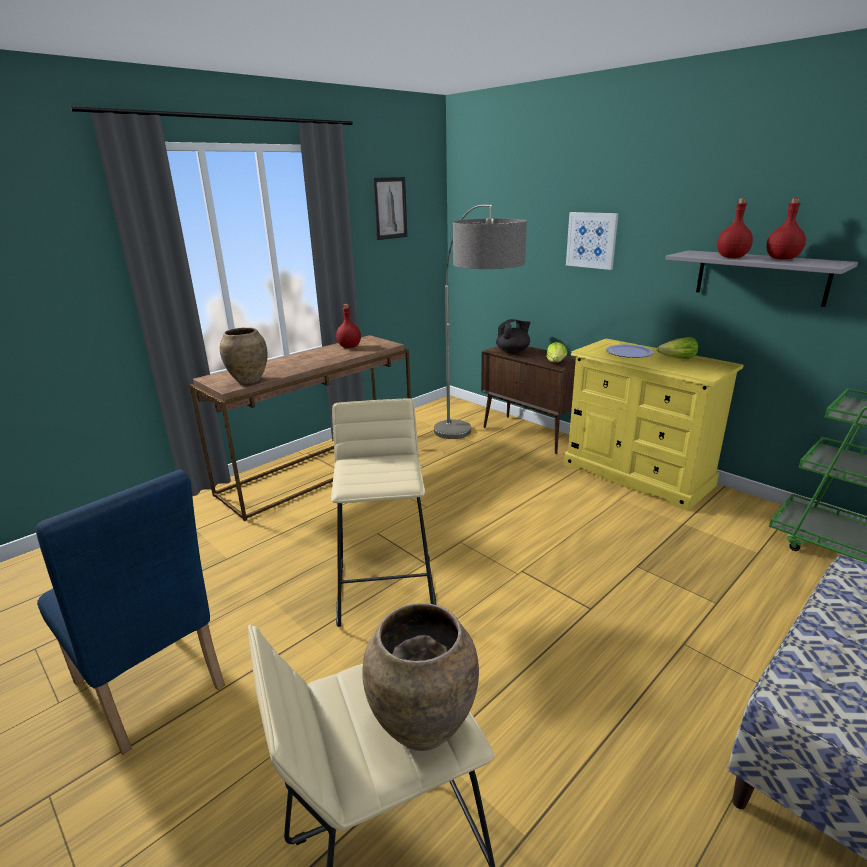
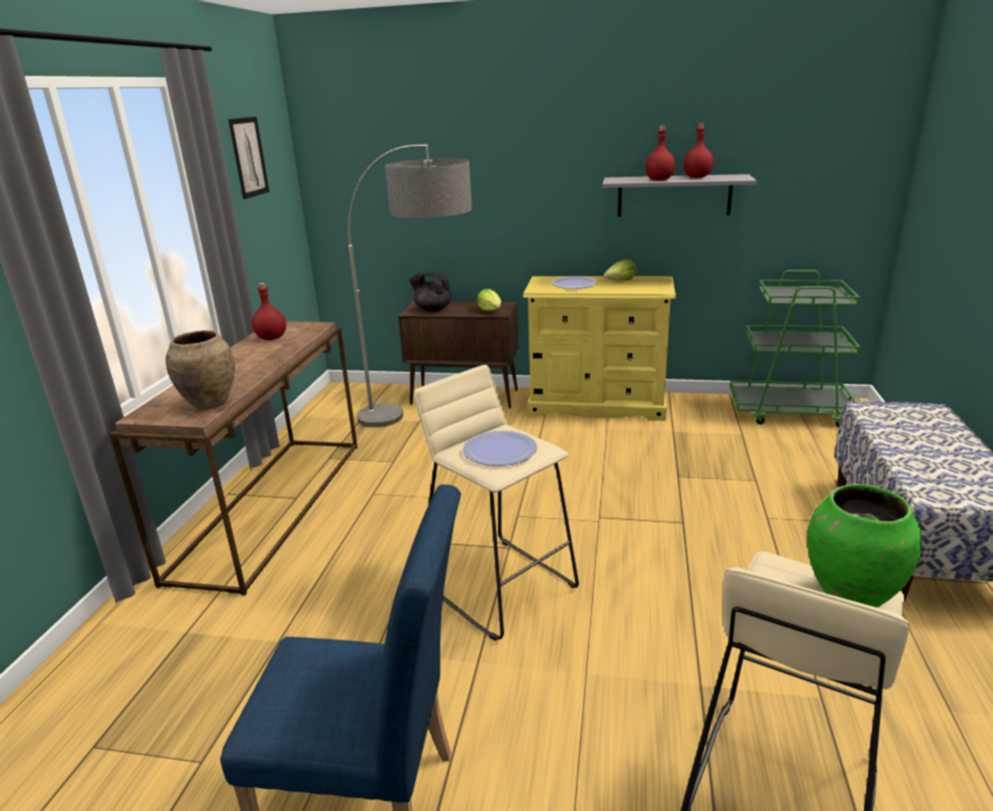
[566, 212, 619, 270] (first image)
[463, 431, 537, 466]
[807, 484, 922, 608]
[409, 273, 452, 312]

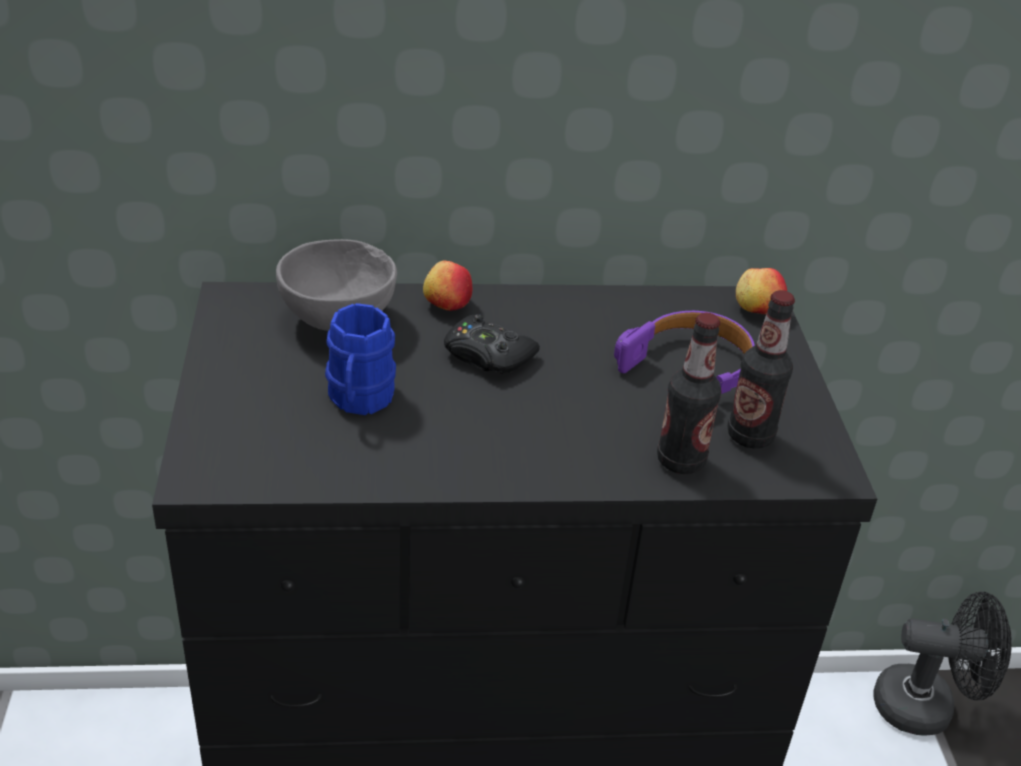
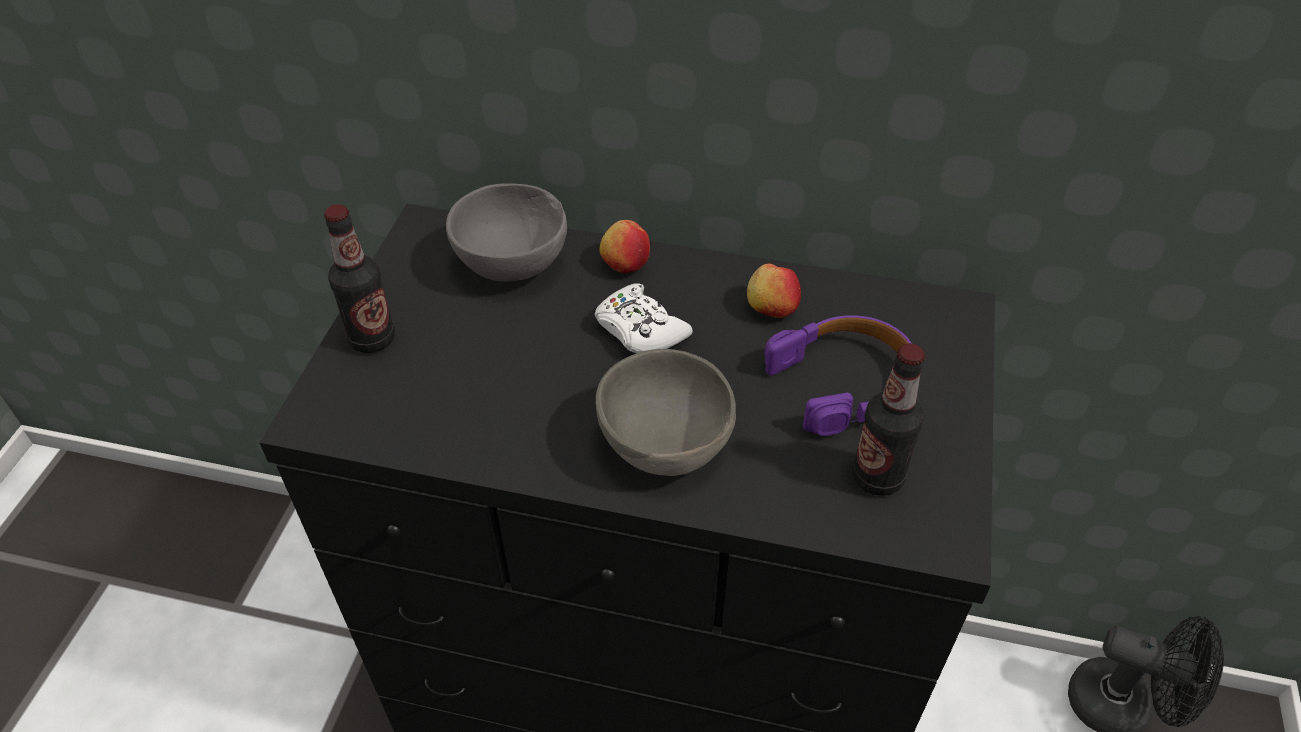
[325, 303, 396, 415] (first image)
[596, 349, 736, 476]
[324, 205, 395, 353]
[747, 264, 801, 318]
[595, 284, 693, 354]

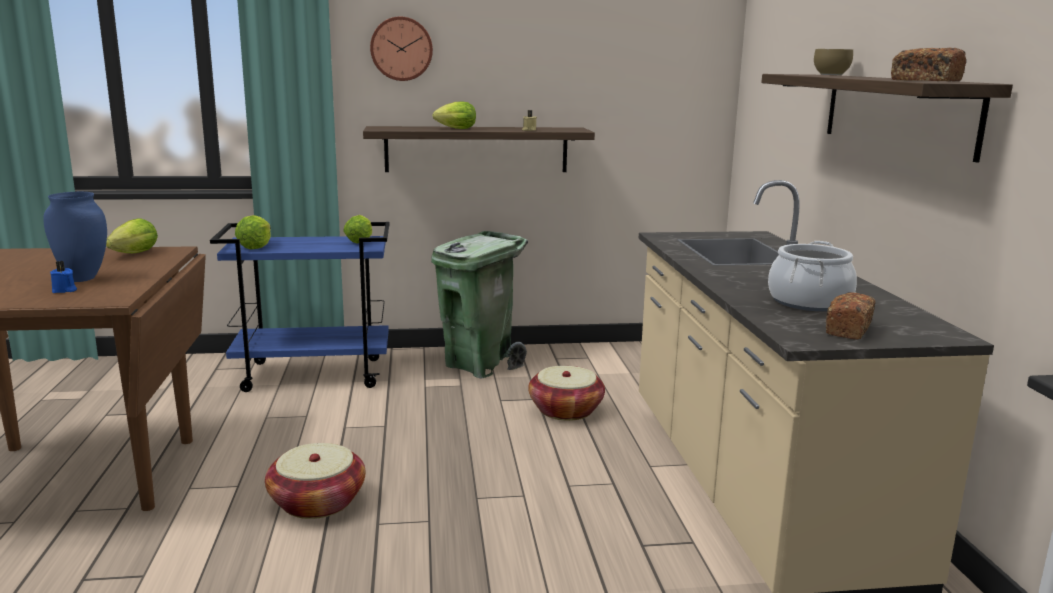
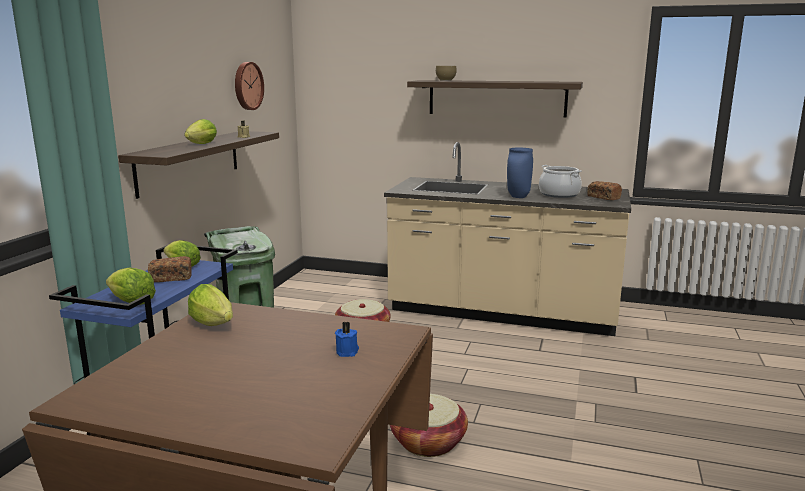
[507, 148, 533, 198]
[235, 62, 264, 110]
[148, 256, 192, 282]

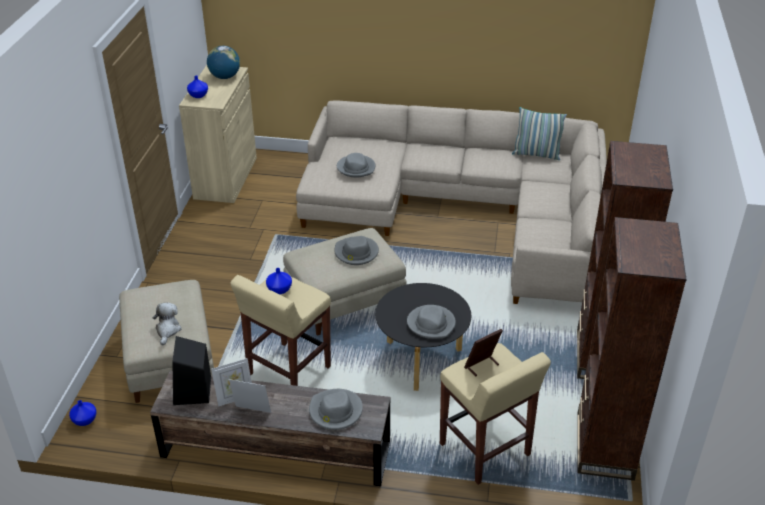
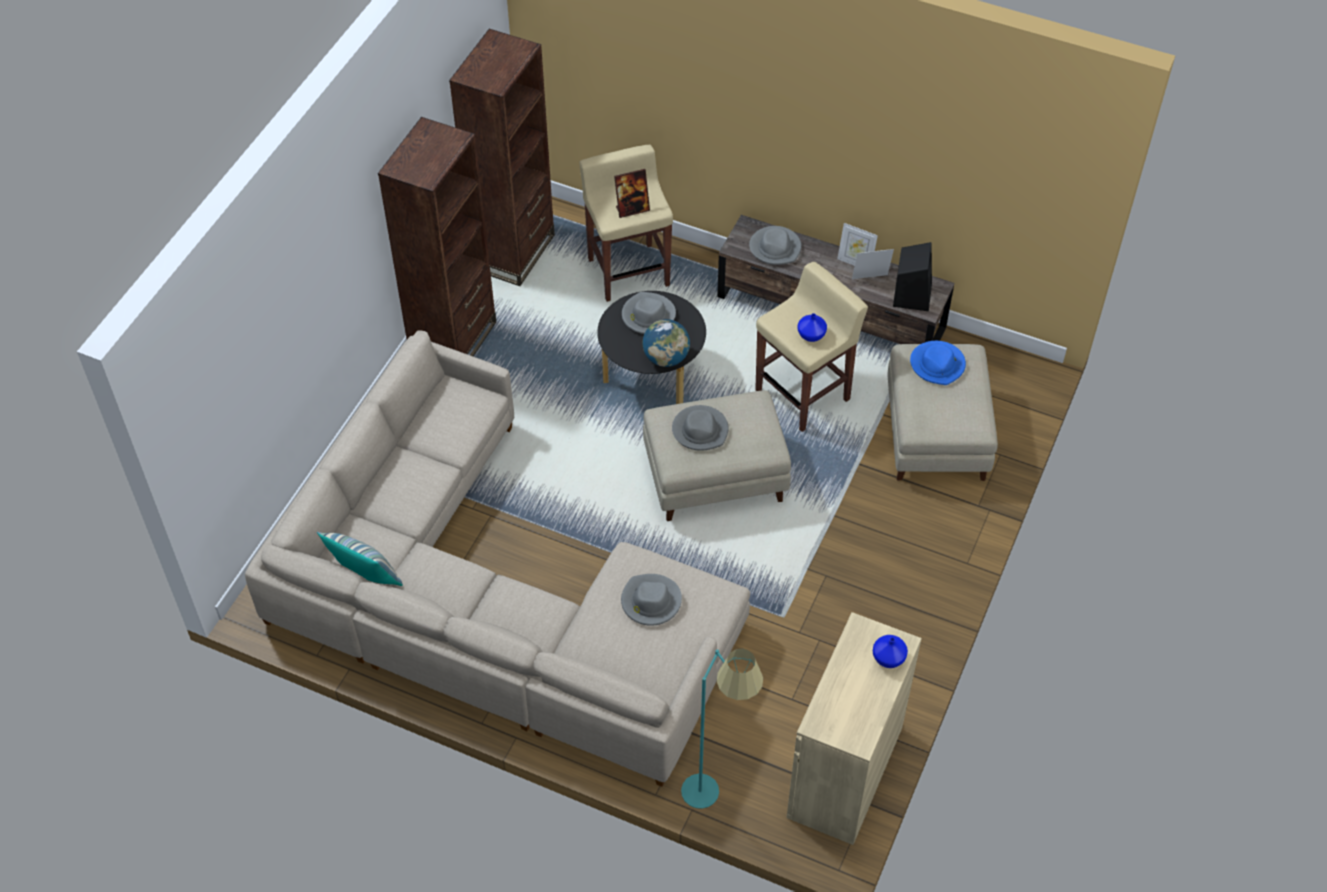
[69, 400, 97, 426] (first image)
[681, 649, 763, 809]
[643, 319, 690, 367]
[910, 341, 966, 385]

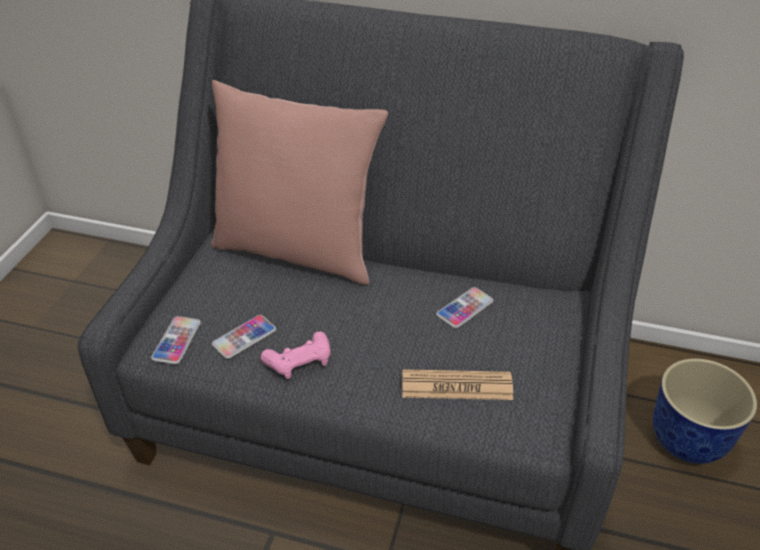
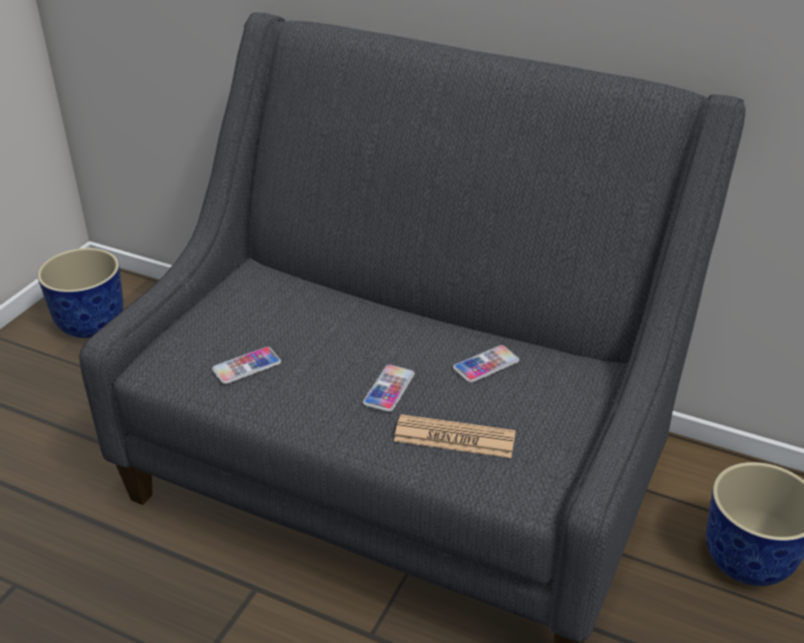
[211, 80, 388, 285] (first image)
[261, 332, 331, 379] (first image)
[37, 248, 123, 338]
[363, 365, 415, 412]

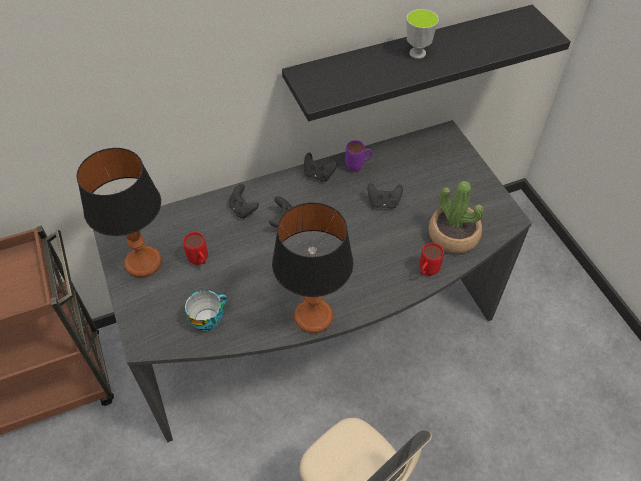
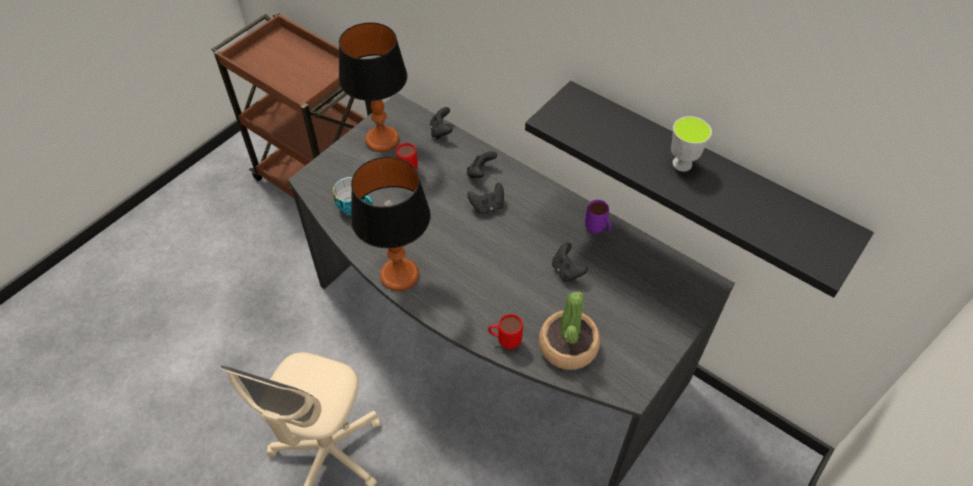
[430, 107, 453, 139]

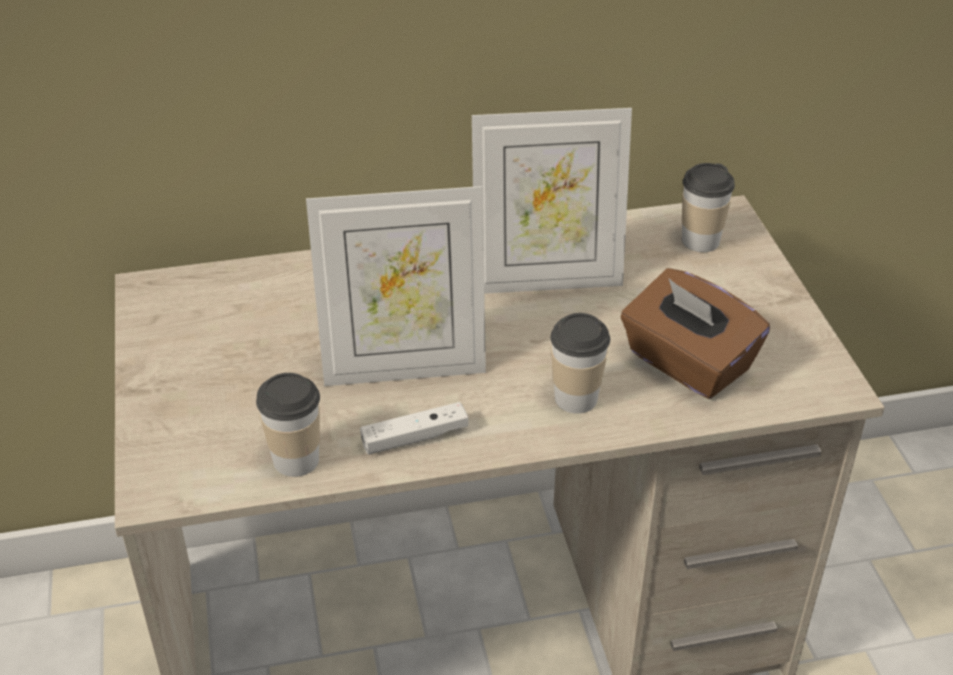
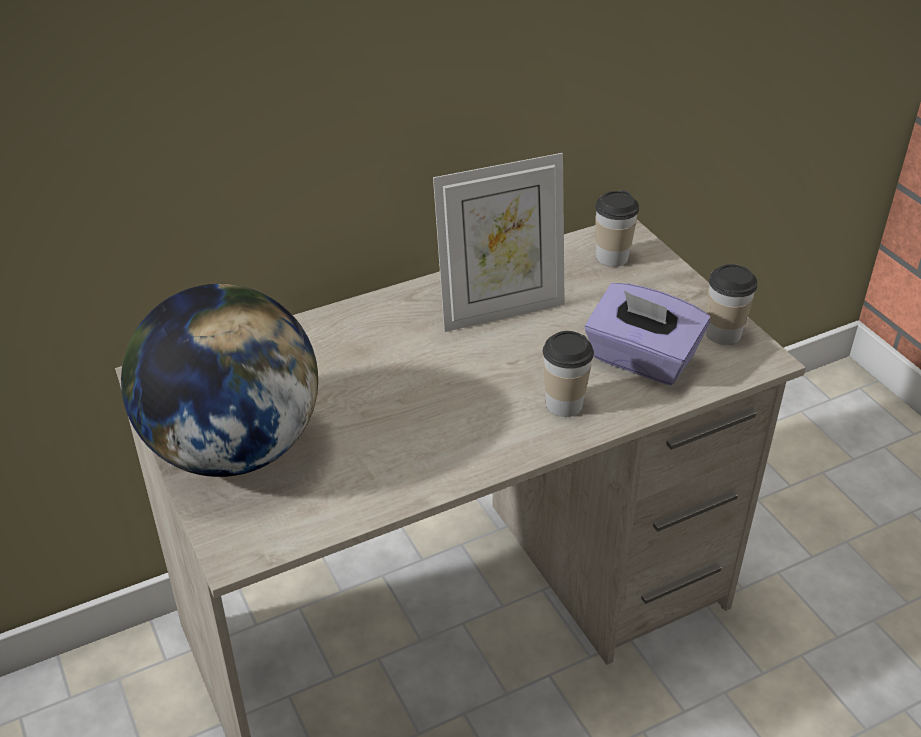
[306, 186, 486, 386] (first image)
[360, 402, 468, 455] (first image)
[121, 284, 318, 477]
[706, 264, 757, 345]
[585, 283, 710, 385]

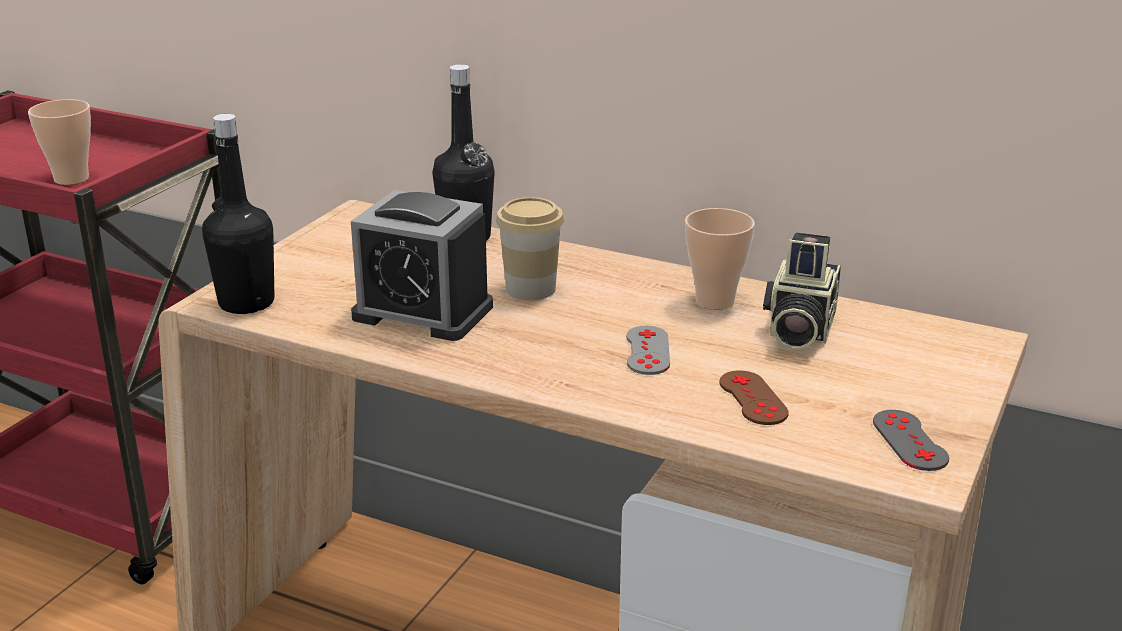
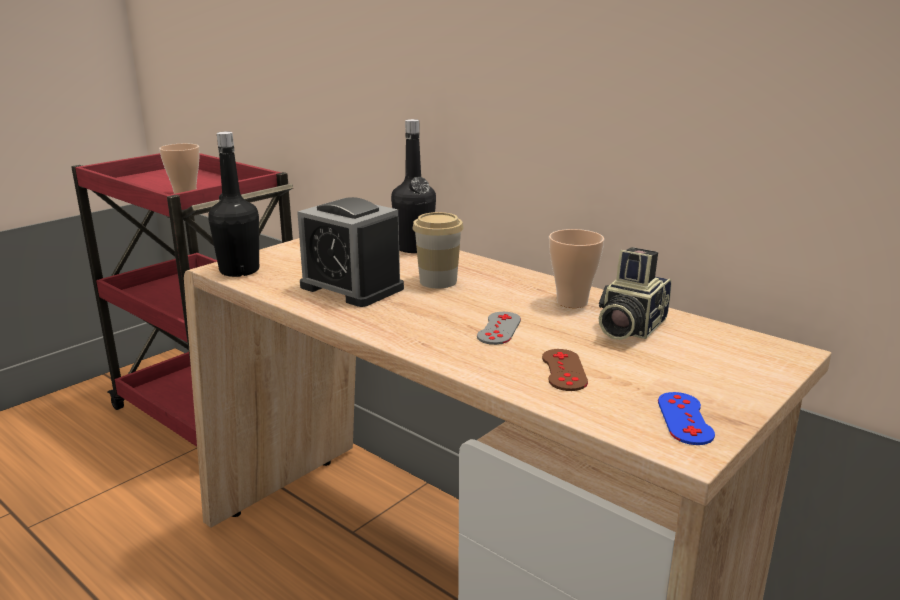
[658, 392, 715, 445]

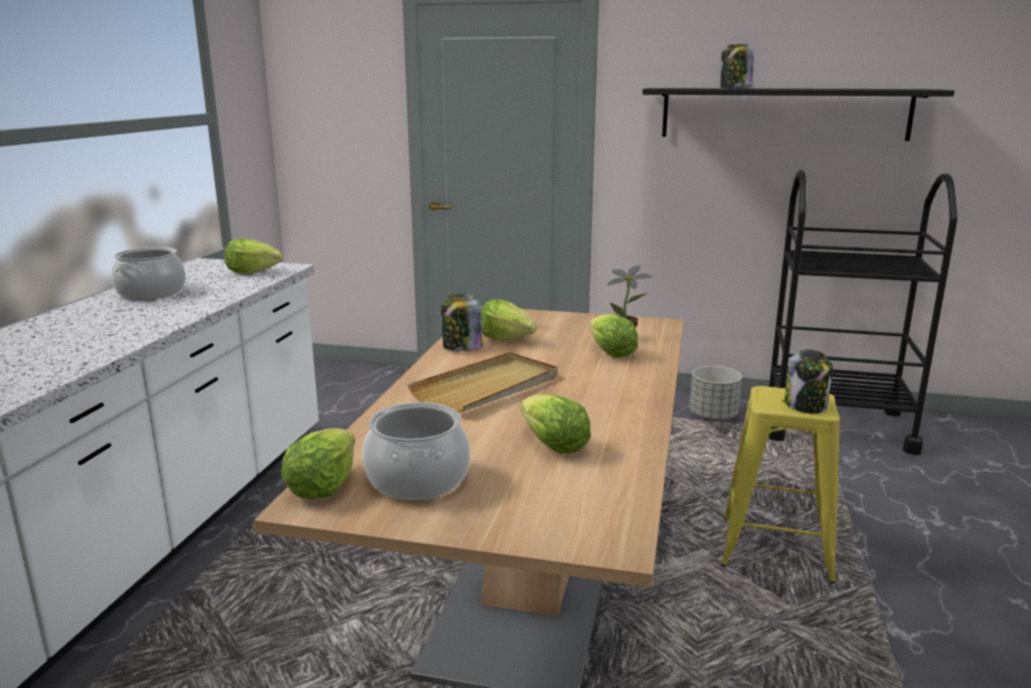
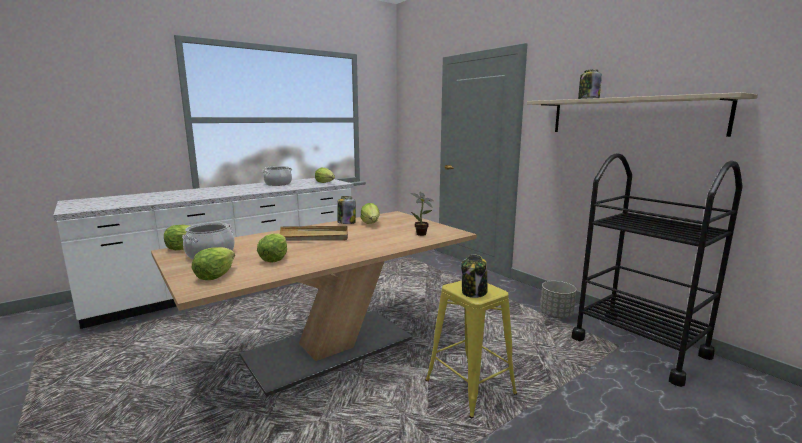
[192, 247, 235, 280]
[527, 92, 758, 137]

